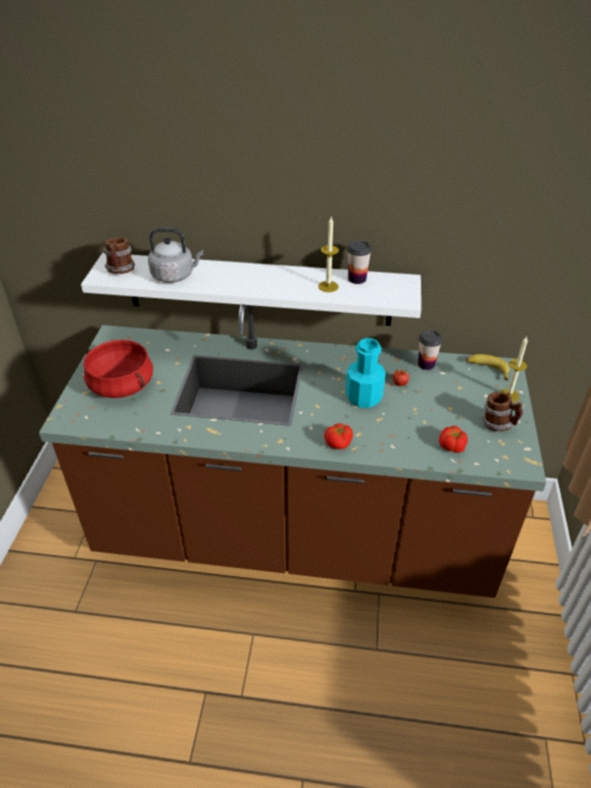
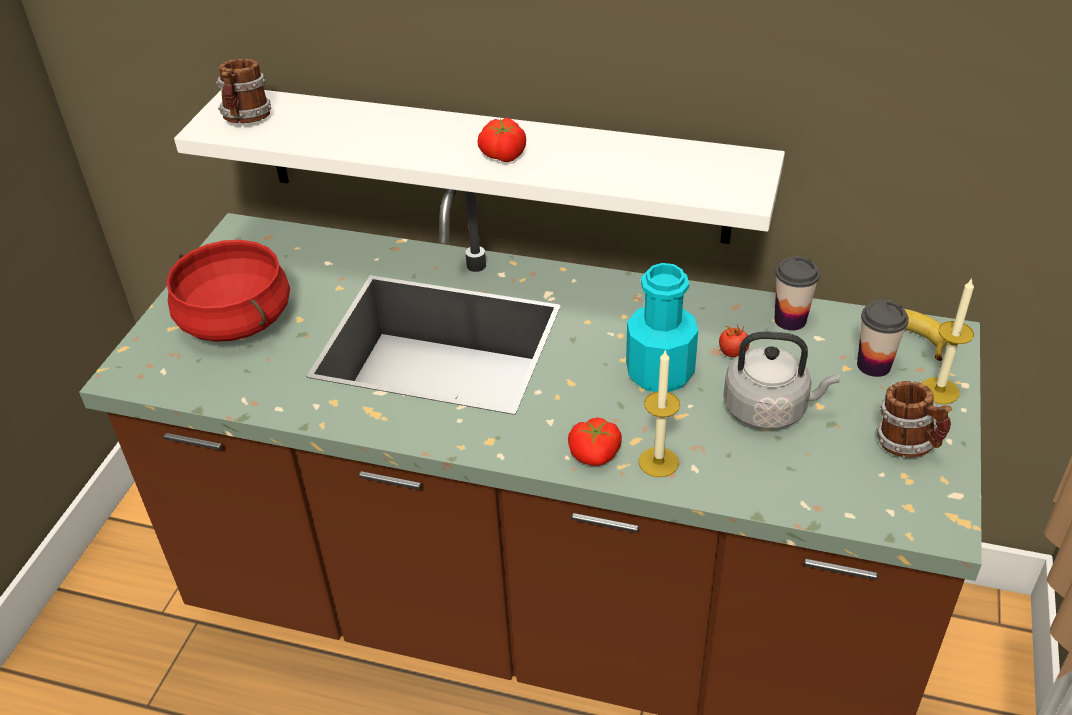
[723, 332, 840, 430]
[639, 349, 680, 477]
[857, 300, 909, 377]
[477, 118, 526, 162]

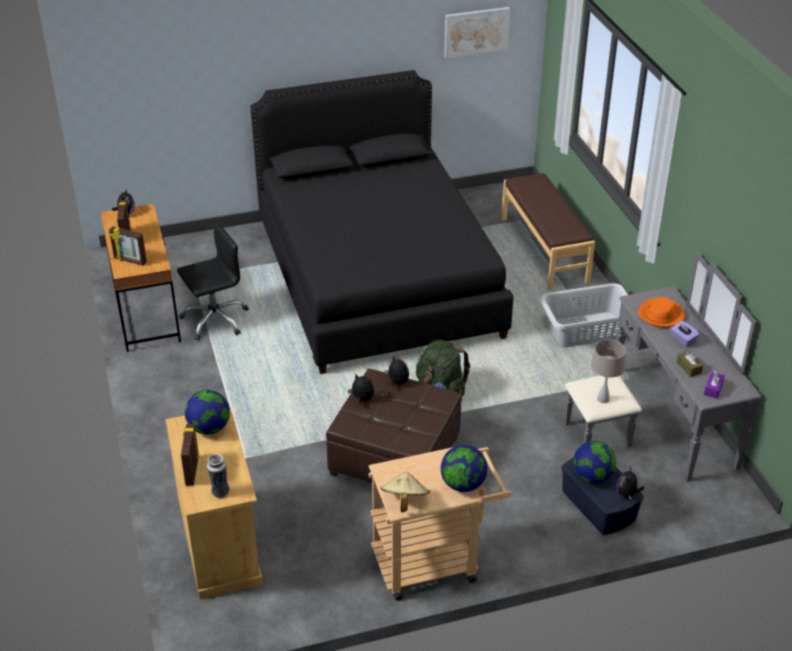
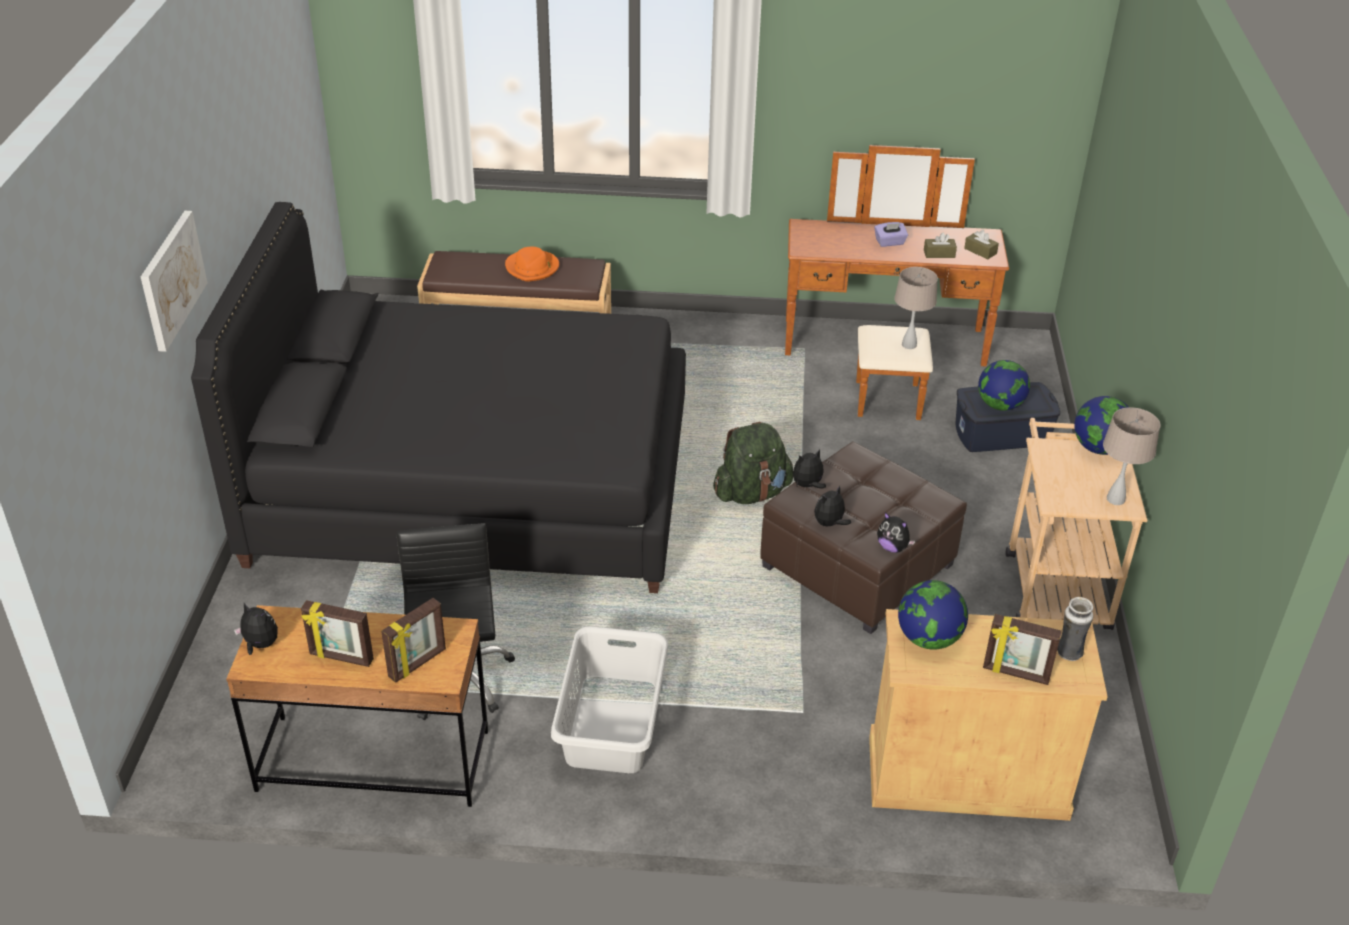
[141, 211, 207, 352]
[551, 626, 668, 773]
[877, 512, 915, 553]
[505, 247, 559, 282]
[1103, 407, 1161, 505]
[785, 145, 1009, 420]
[964, 230, 999, 259]

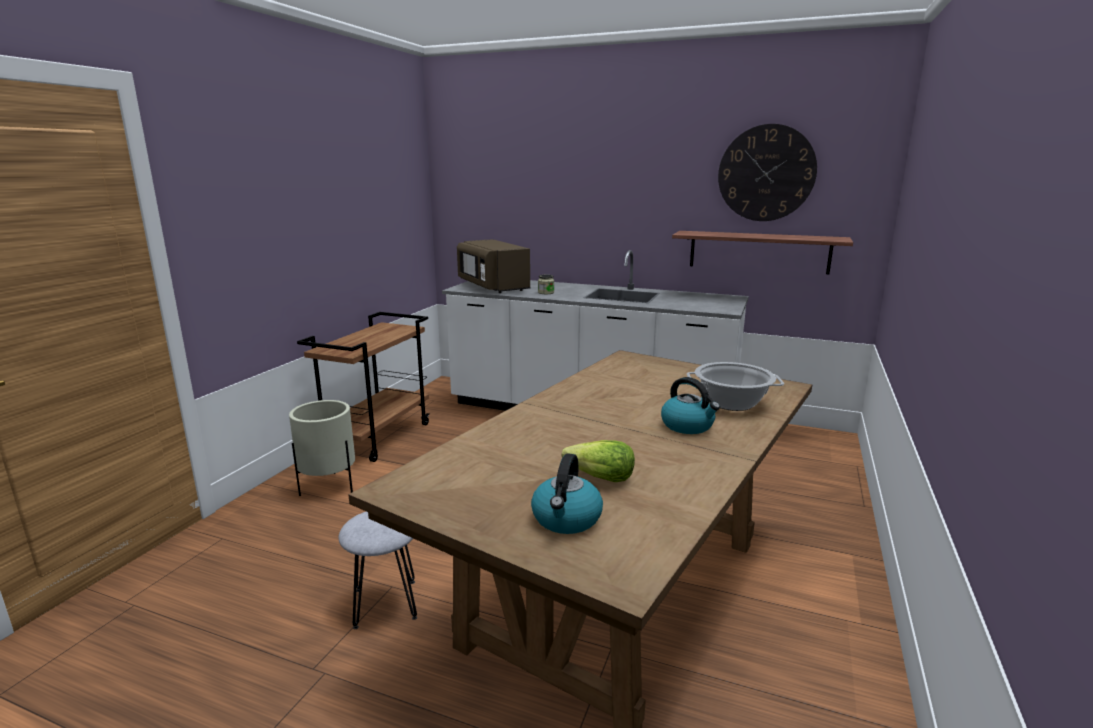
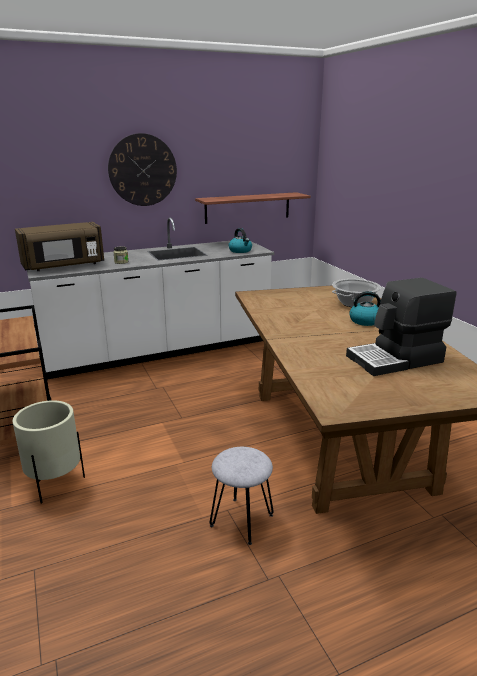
[228, 228, 252, 253]
[108, 133, 177, 206]
[346, 278, 457, 376]
[15, 222, 104, 271]

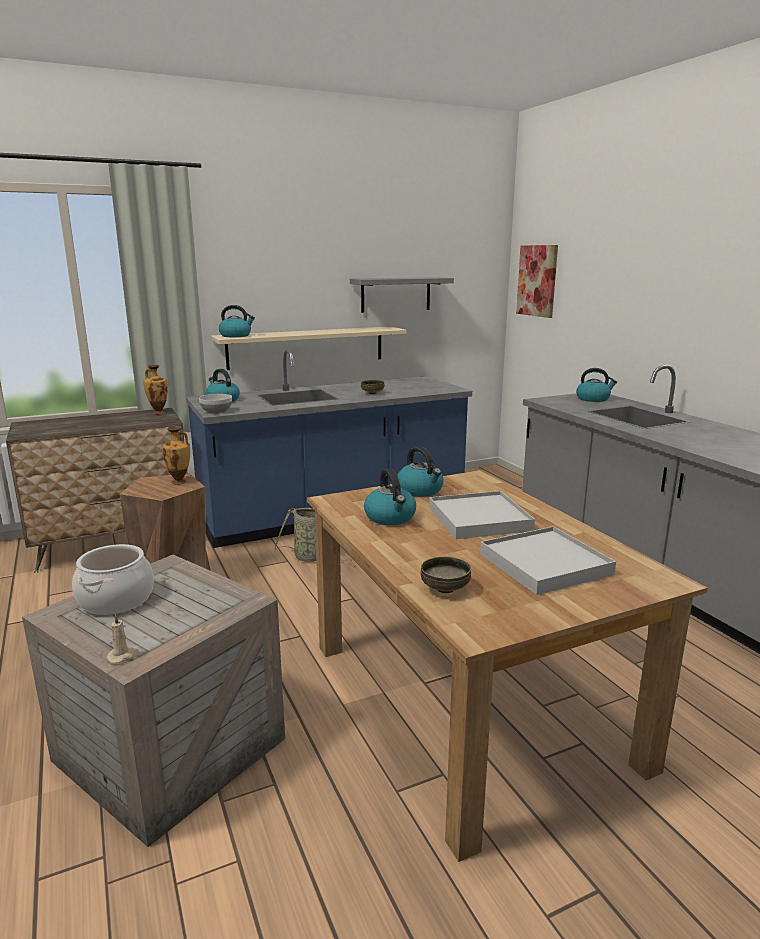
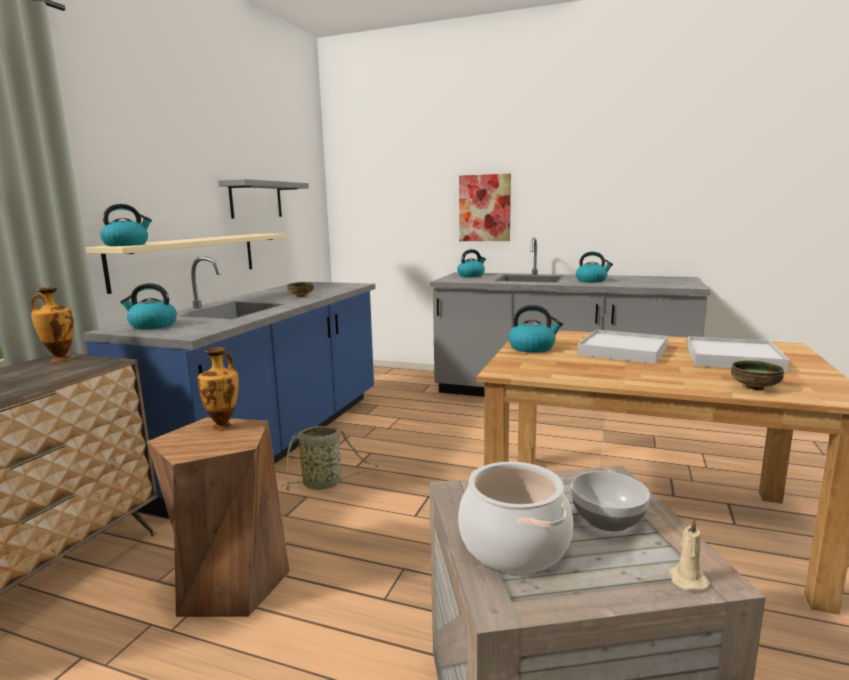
[571, 471, 650, 531]
[576, 252, 613, 282]
[459, 174, 511, 241]

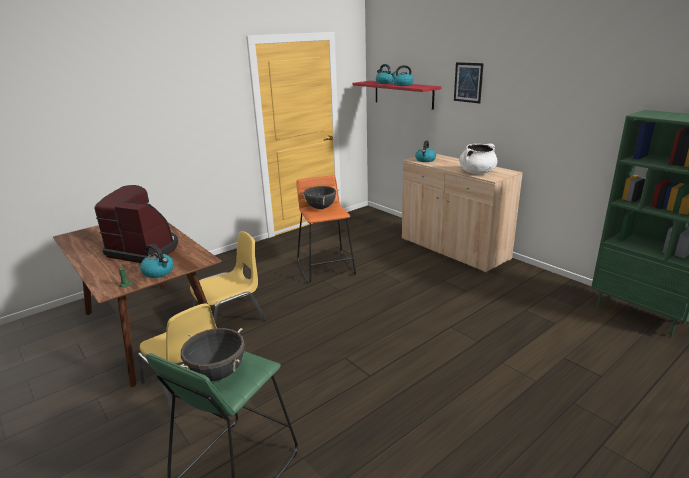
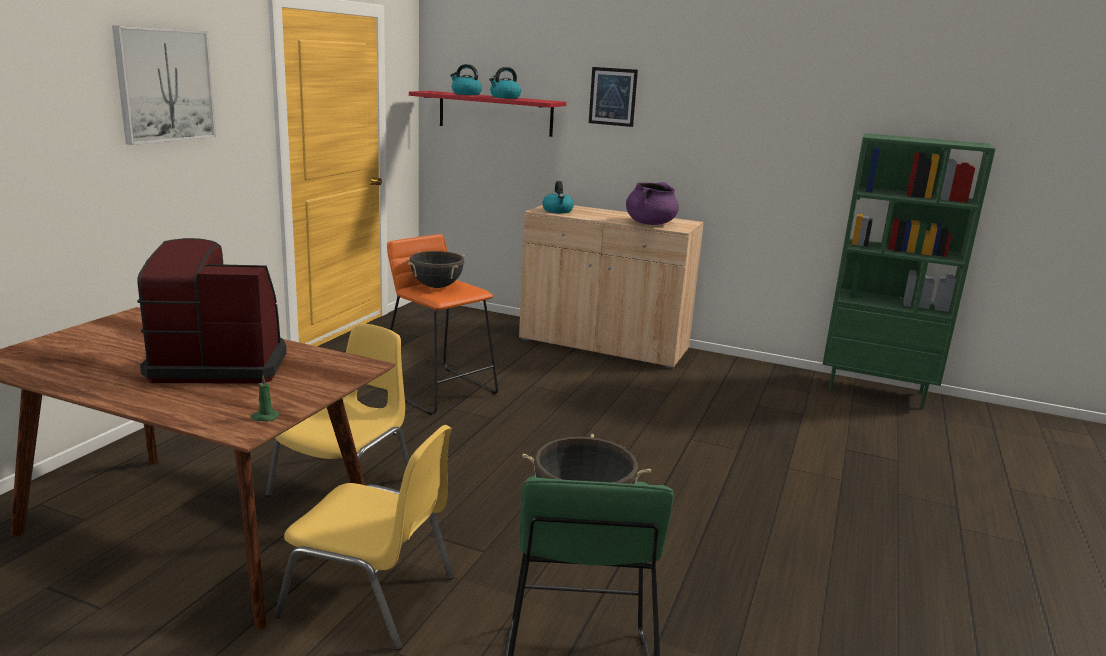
[140, 244, 174, 278] (first image)
[112, 25, 216, 145]
[626, 182, 679, 225]

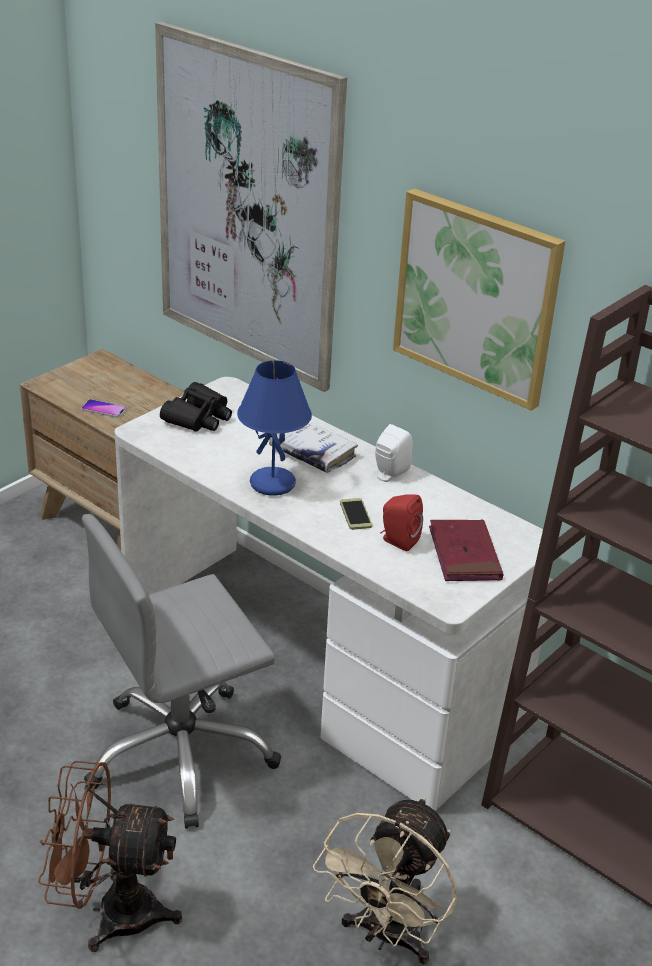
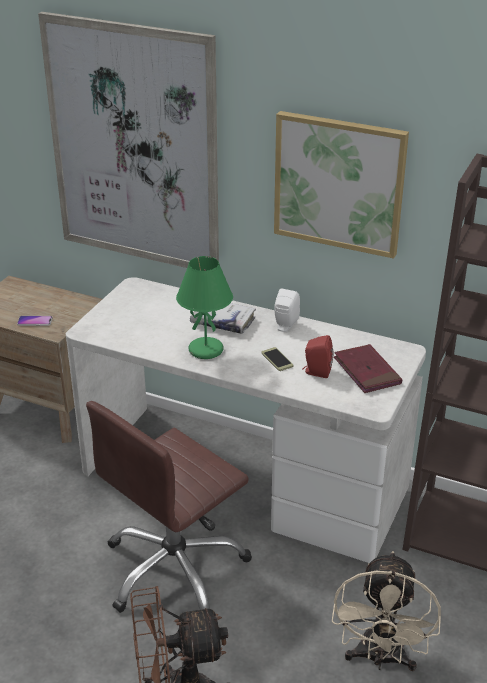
[160, 382, 232, 432] (first image)
[86, 401, 252, 613]
[176, 256, 233, 359]

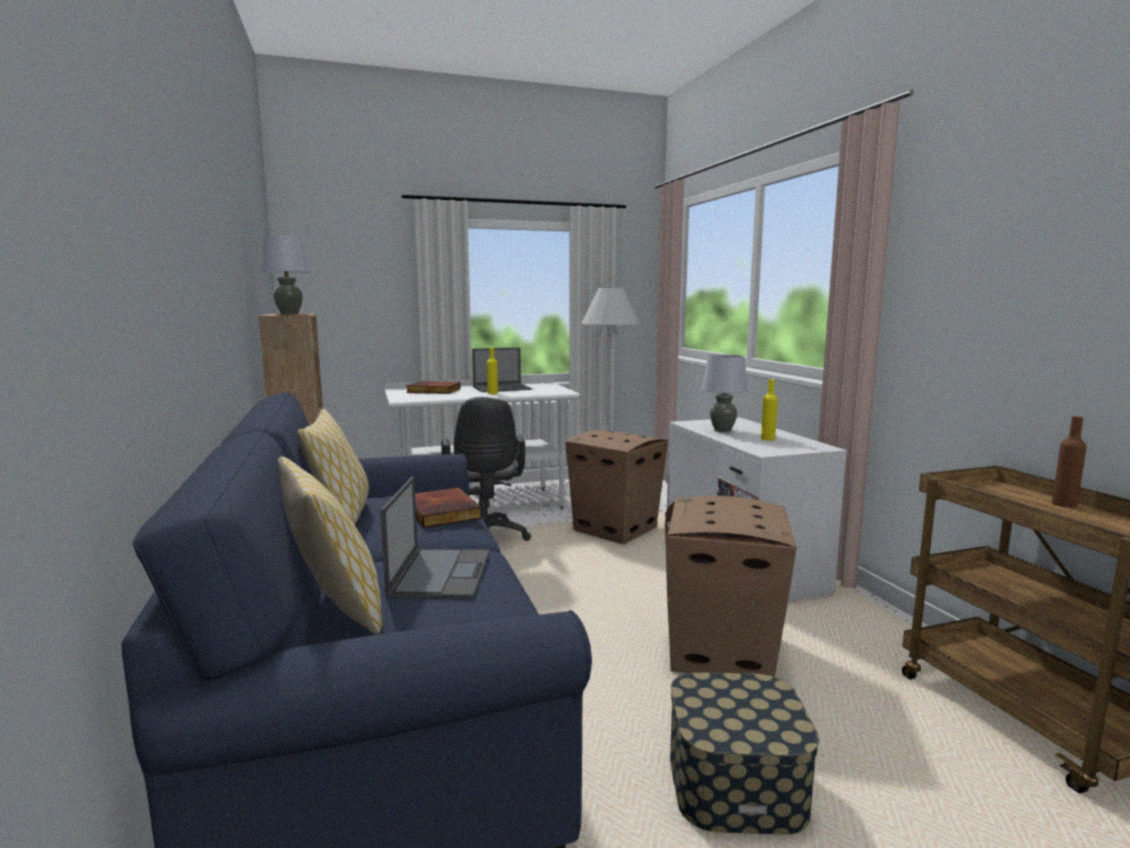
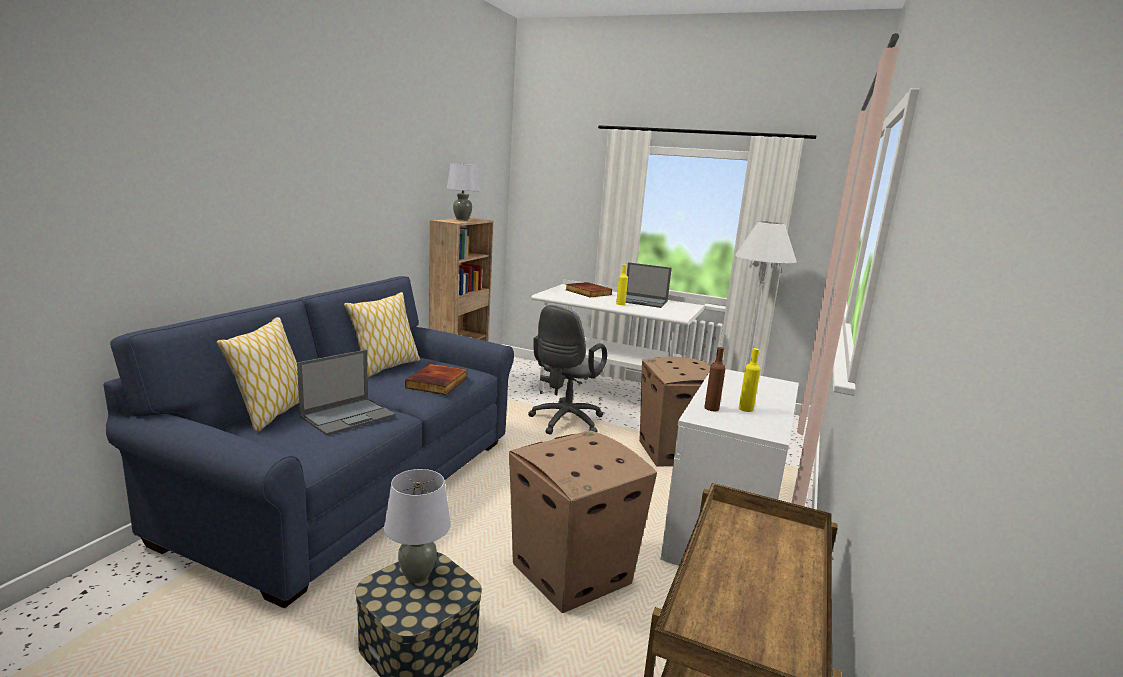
[384, 469, 451, 583]
[704, 347, 726, 411]

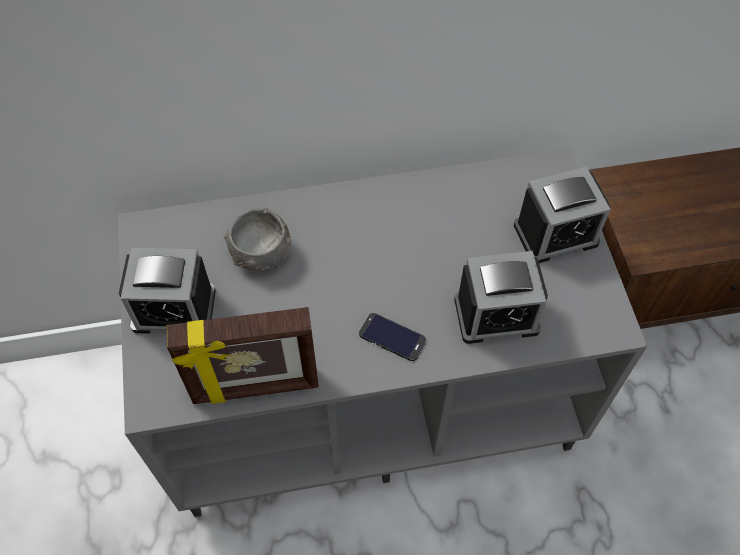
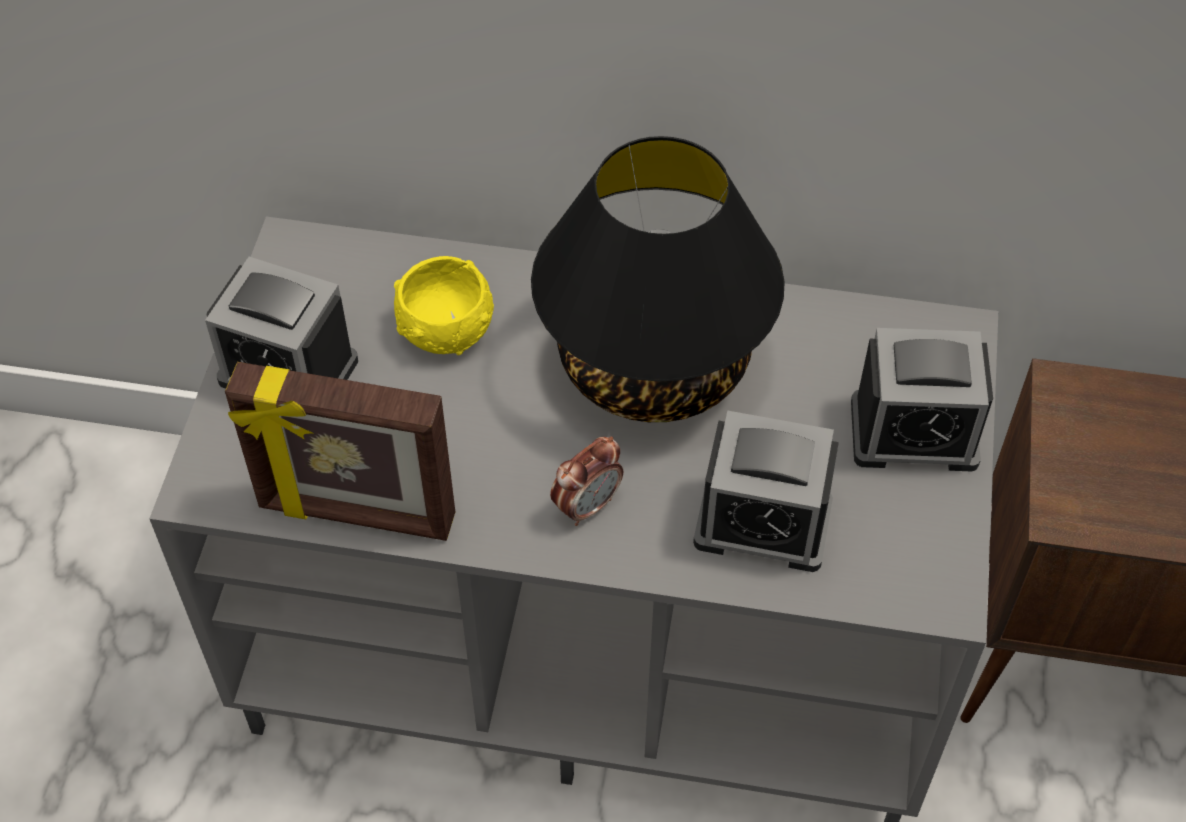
[531, 136, 785, 422]
[550, 436, 623, 526]
[394, 256, 494, 355]

